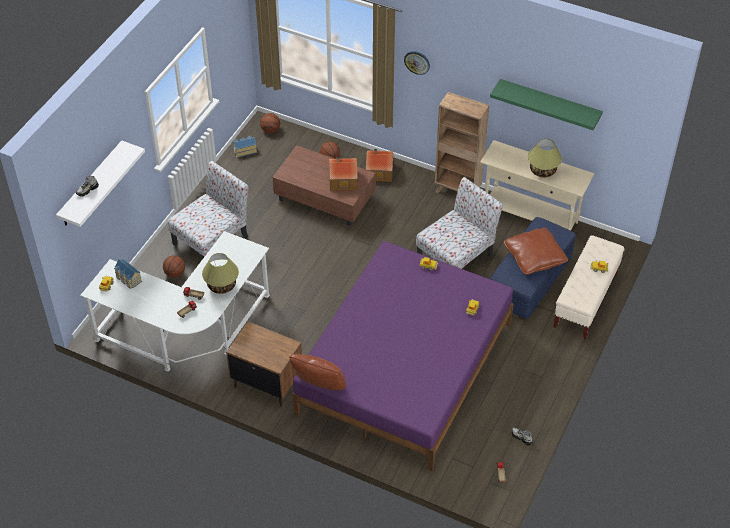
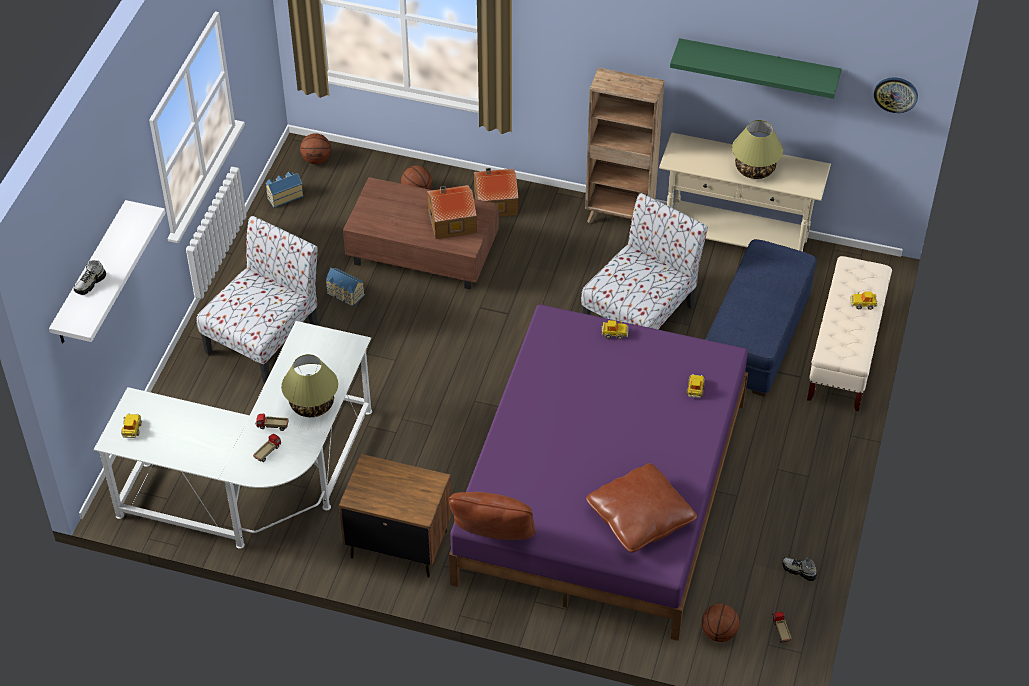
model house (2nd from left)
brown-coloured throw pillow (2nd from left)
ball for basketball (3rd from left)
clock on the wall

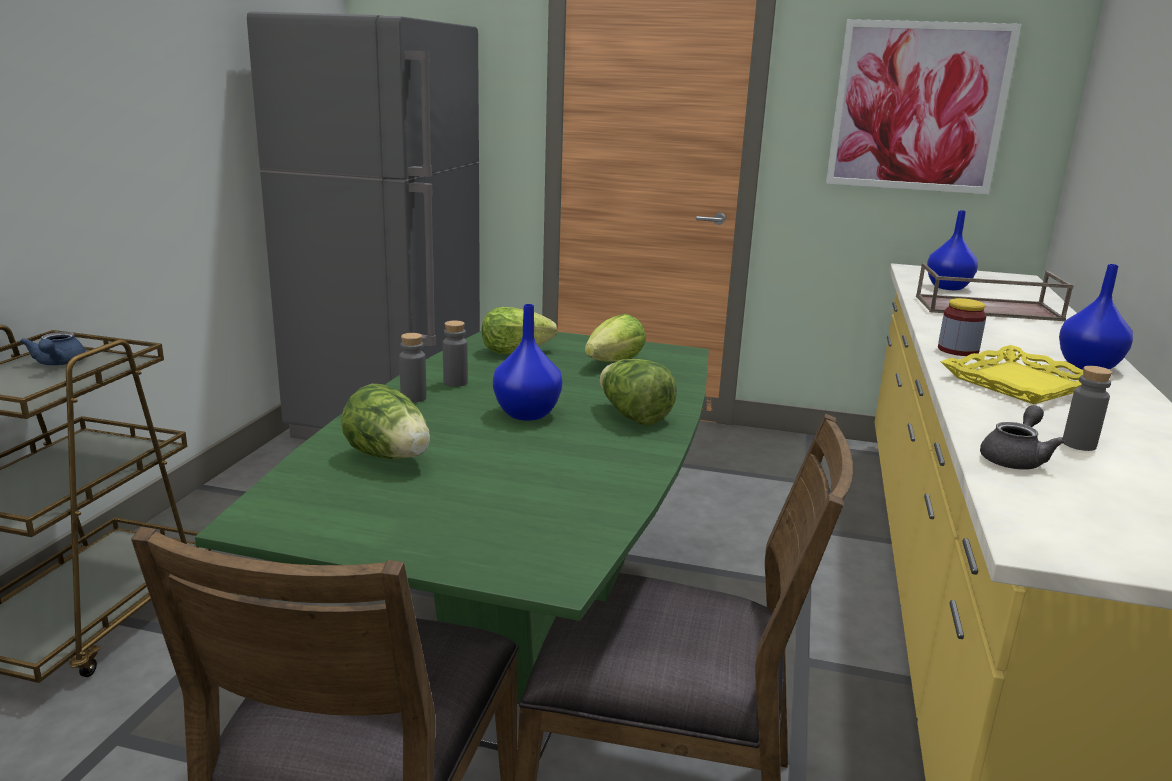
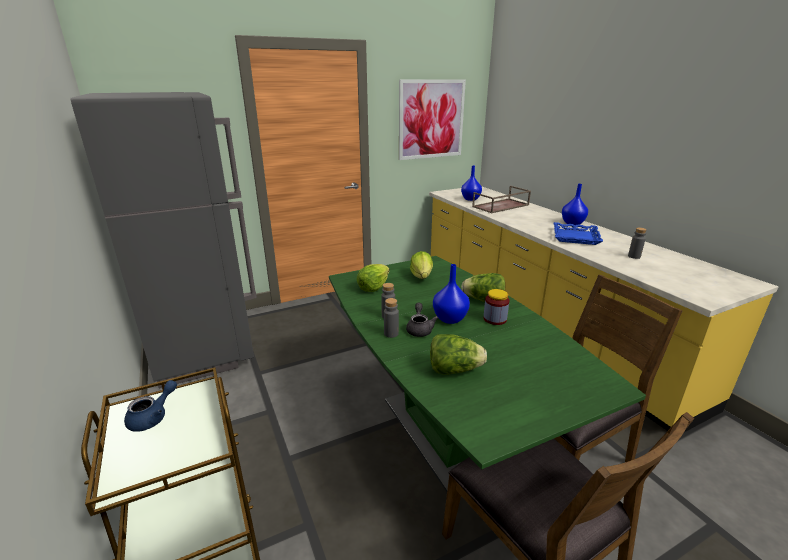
bluish pot for tea
greyish pot for tea
preserve jar
bluish serving tray

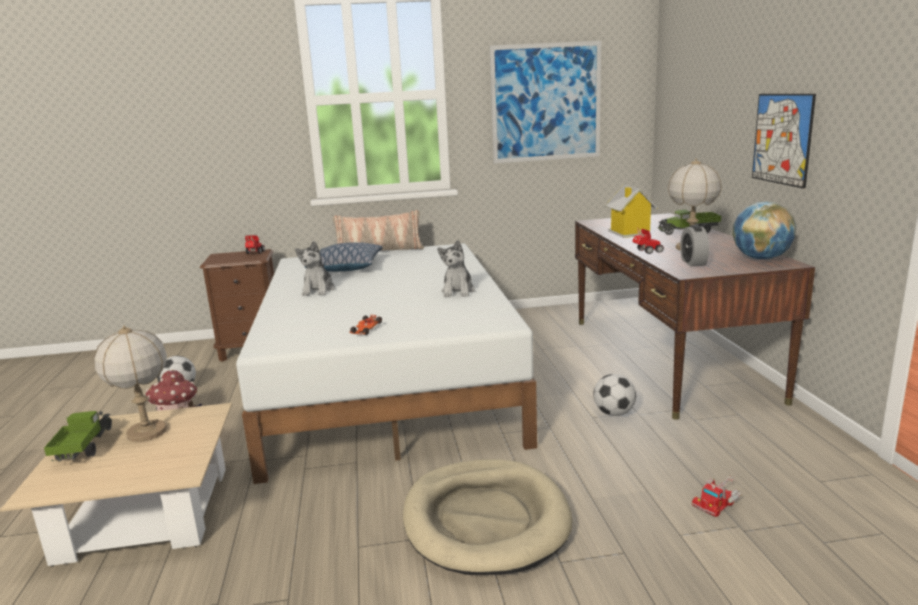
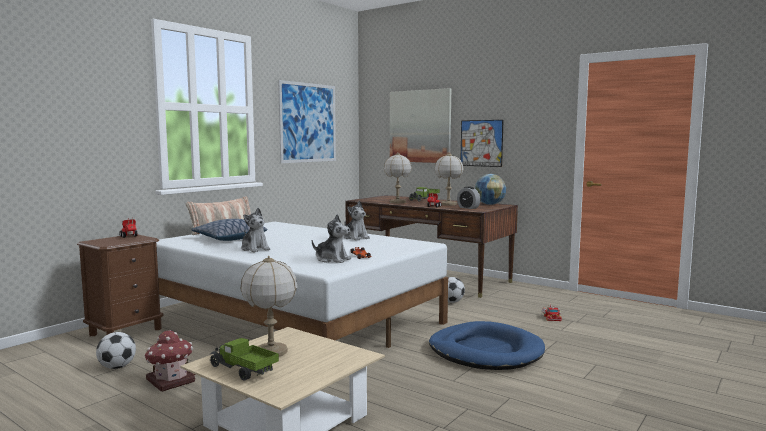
soft toy (2nd from left)
lamp for a table (2nd from left)
wall picture (2nd from left)
bluish dog bed

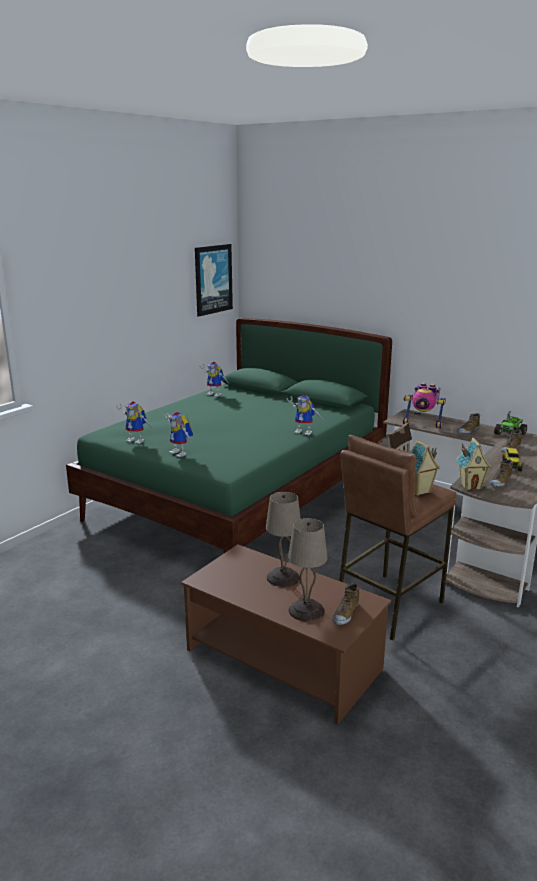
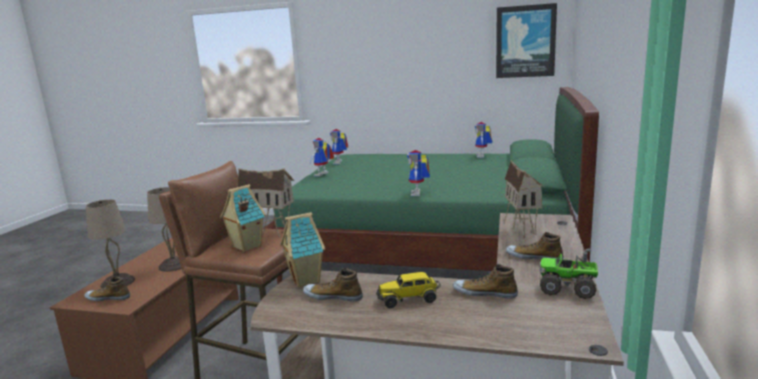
model house (4th from left)

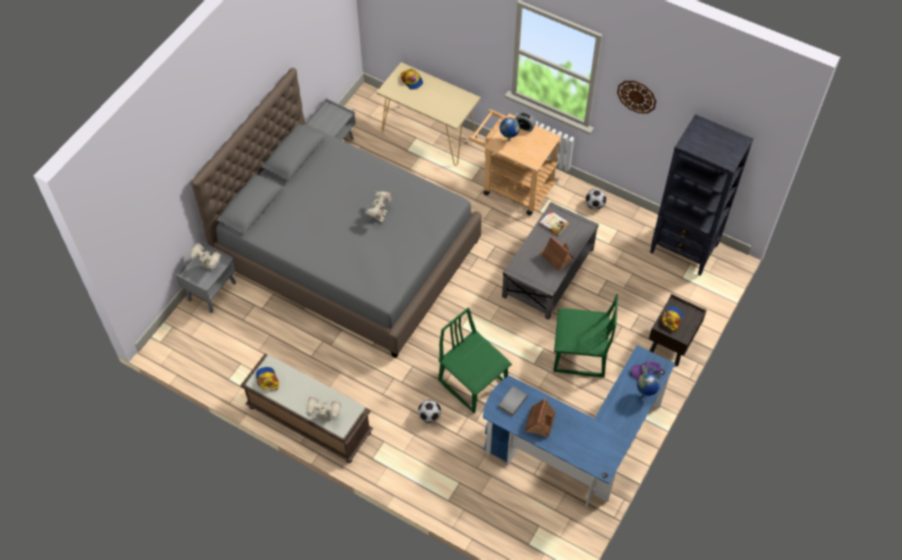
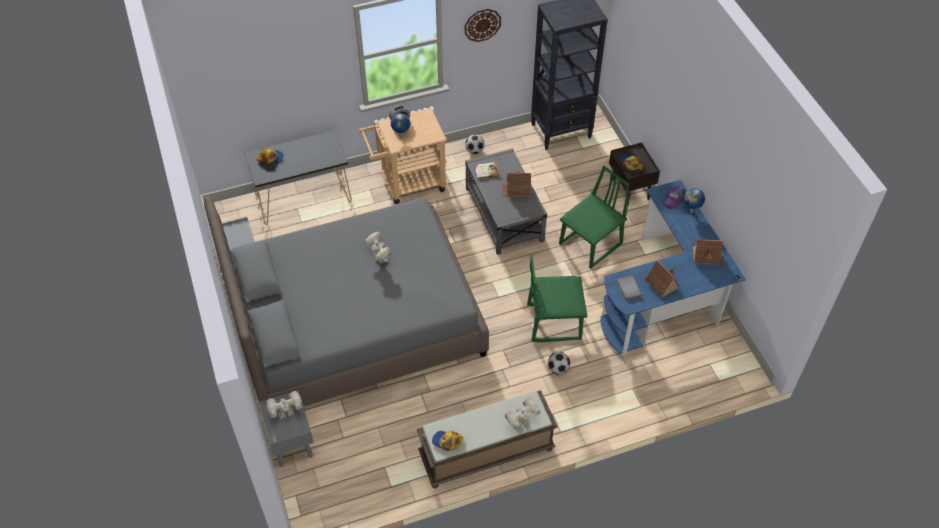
black-coloured hall table
model house (3rd from left)

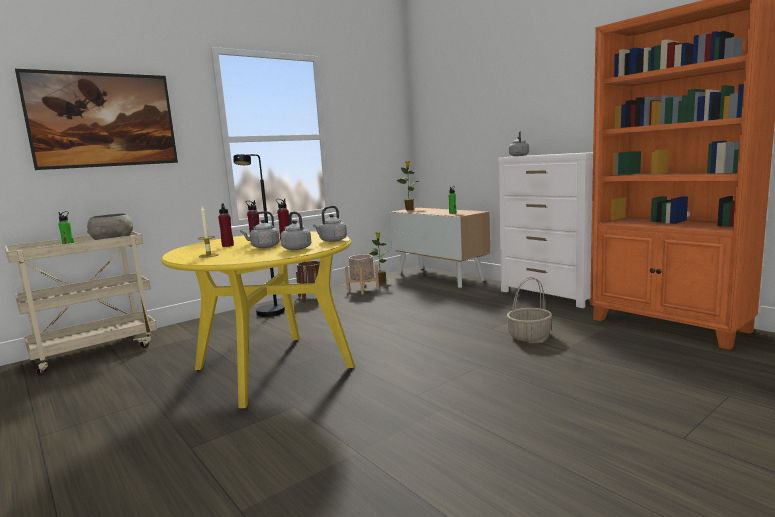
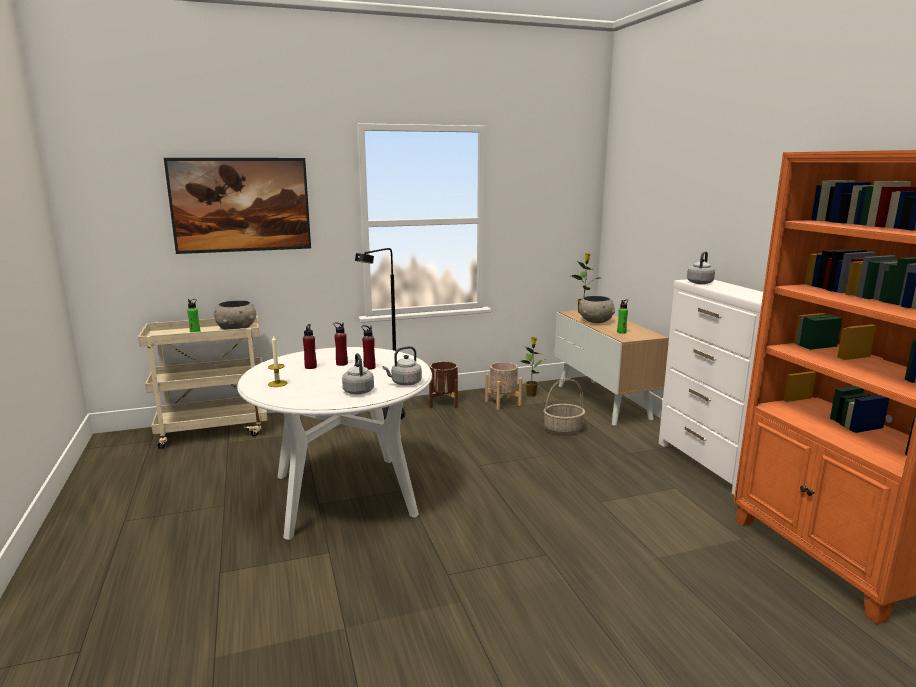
whitish kitchen table
storage basket
greyish serving bowl (2nd from left)
greyish kettle (1st from left in the first image)

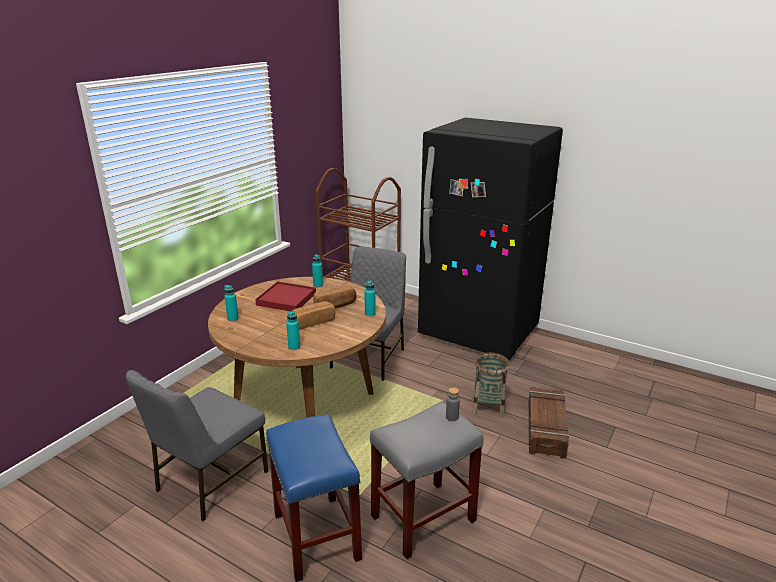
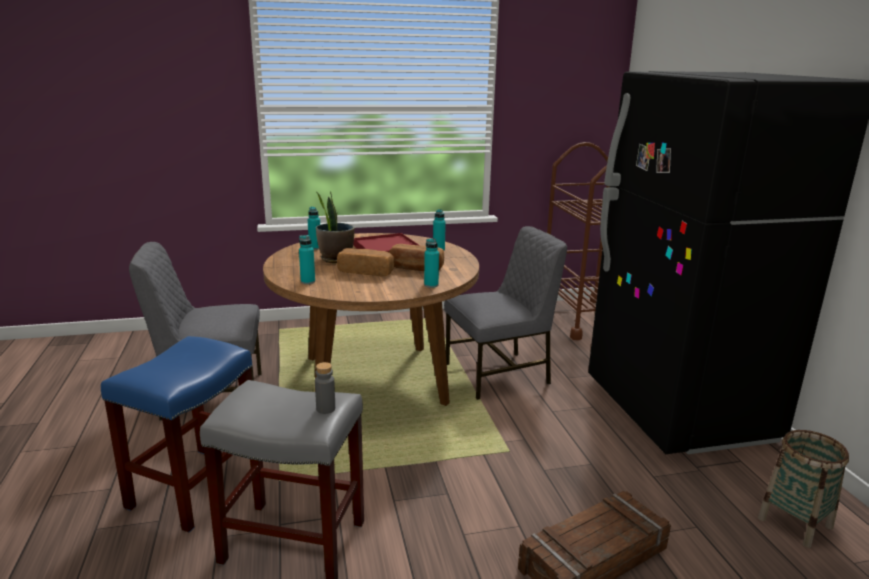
houseplant
storage basket

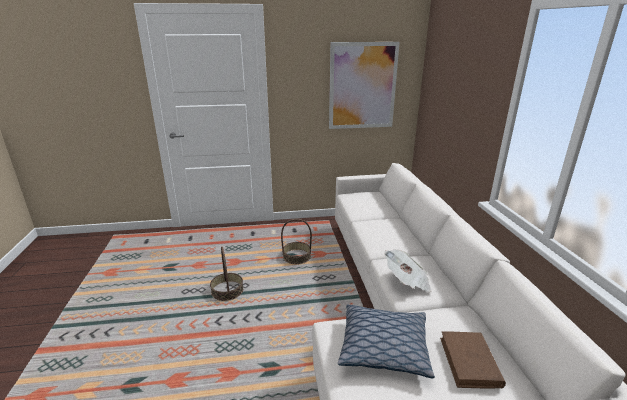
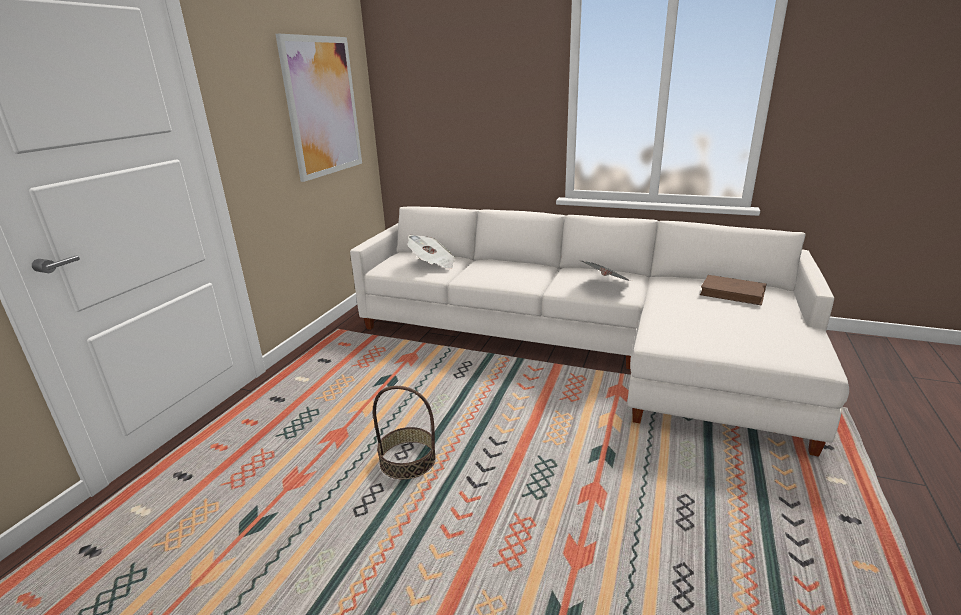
newspaper (1st from left)
storage basket (2nd from left in the first image)
throw pillow

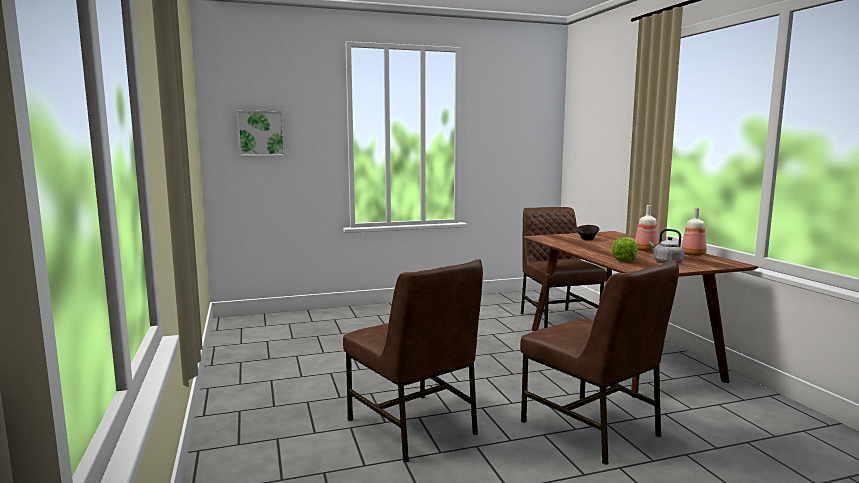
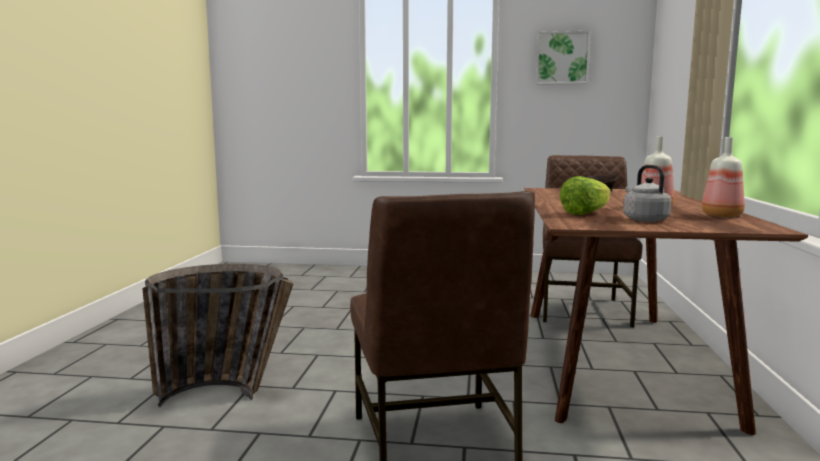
storage basket
wall picture

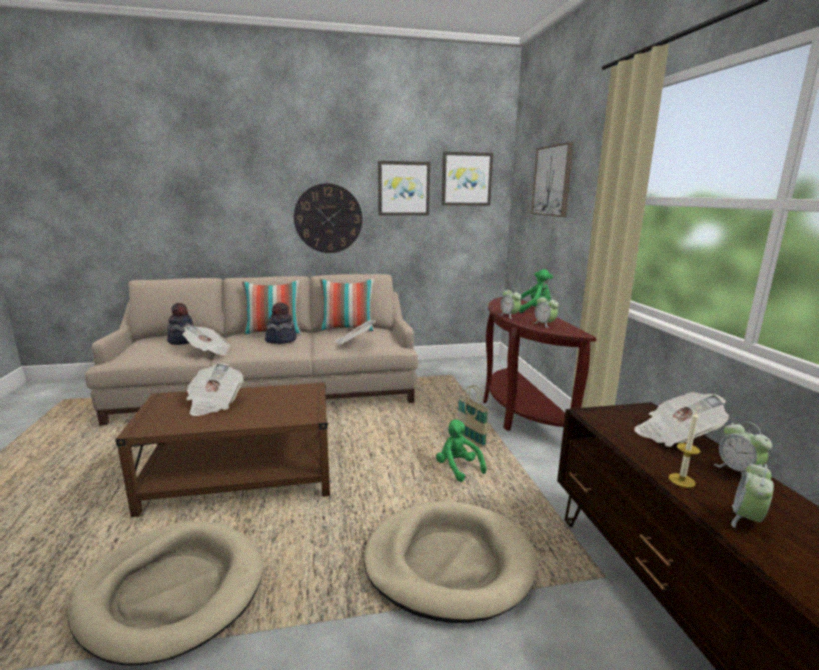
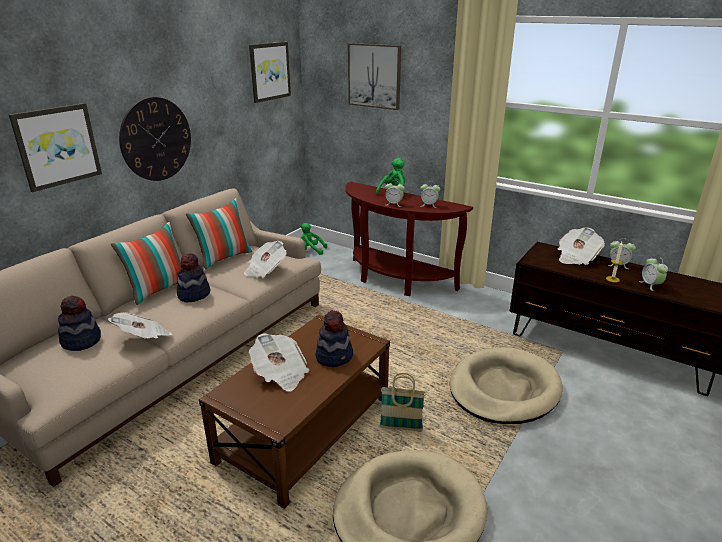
wall picture (1st from left)
green soft toy (1st from left)
wearable hat (3rd from left)
storage basket

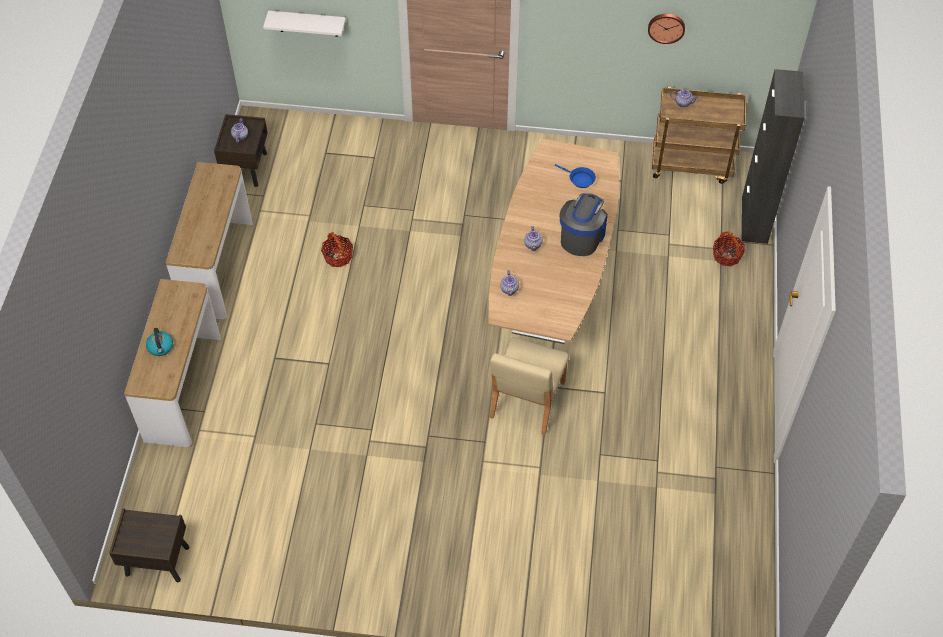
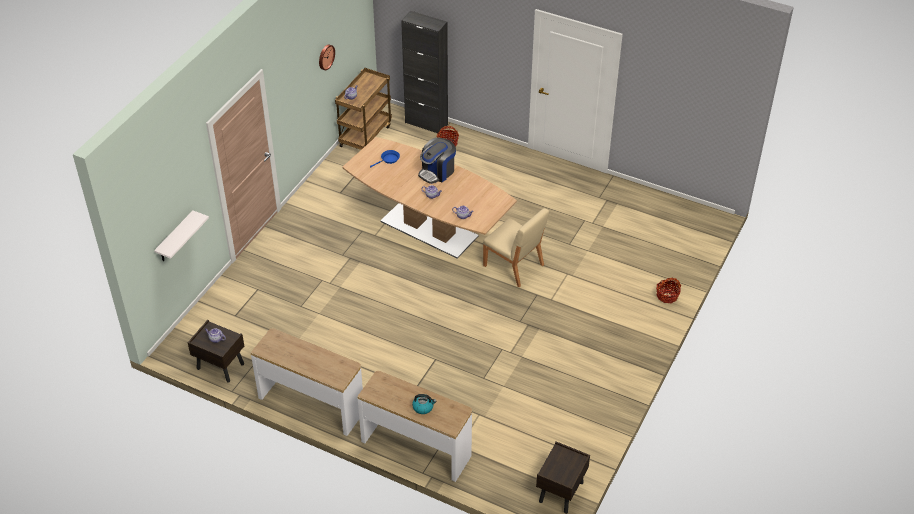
coffee brewer
storage basket (2nd from left)

